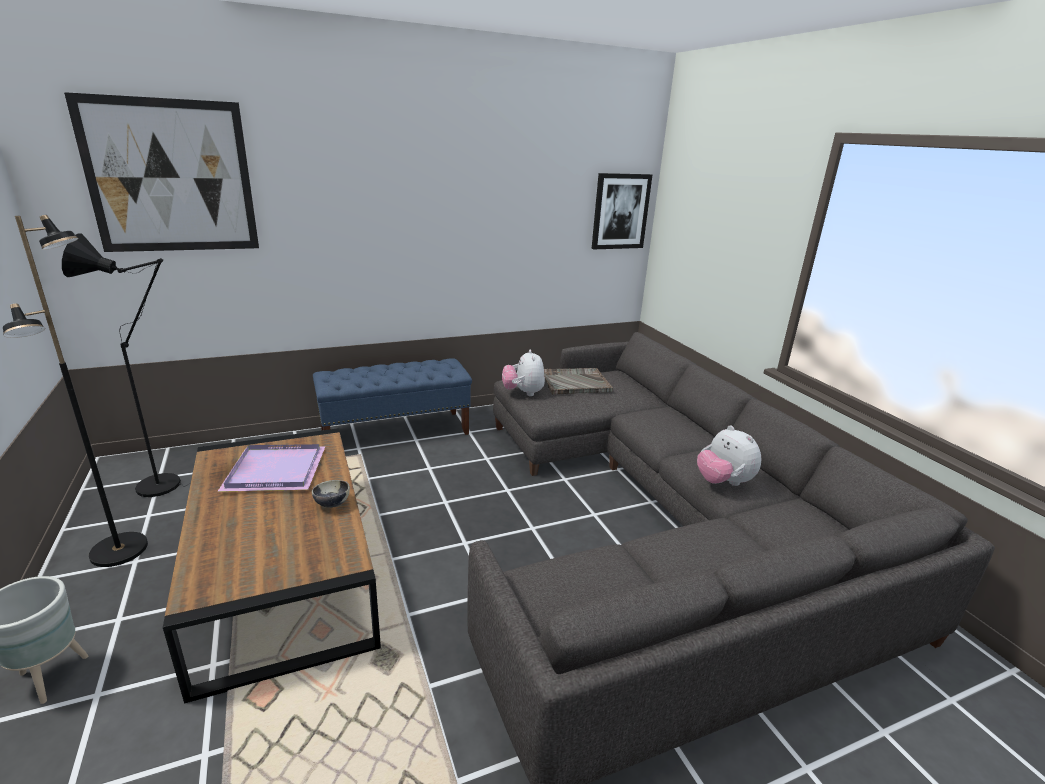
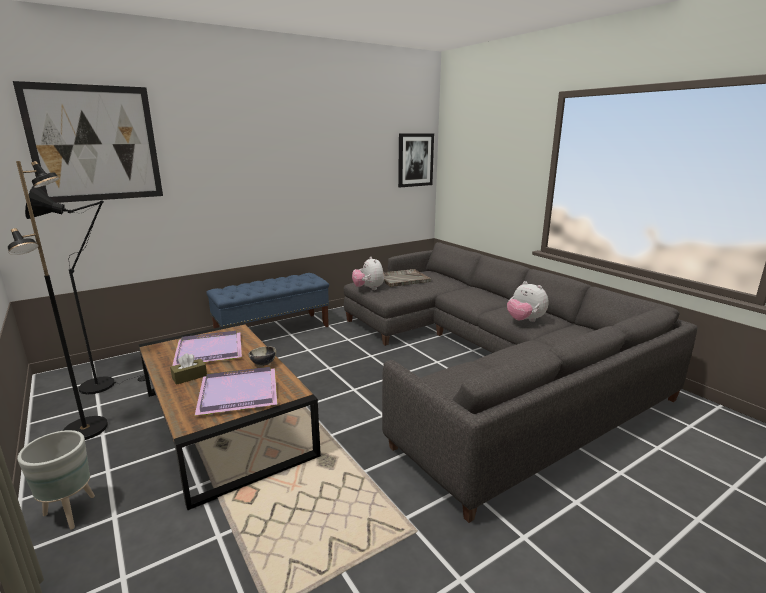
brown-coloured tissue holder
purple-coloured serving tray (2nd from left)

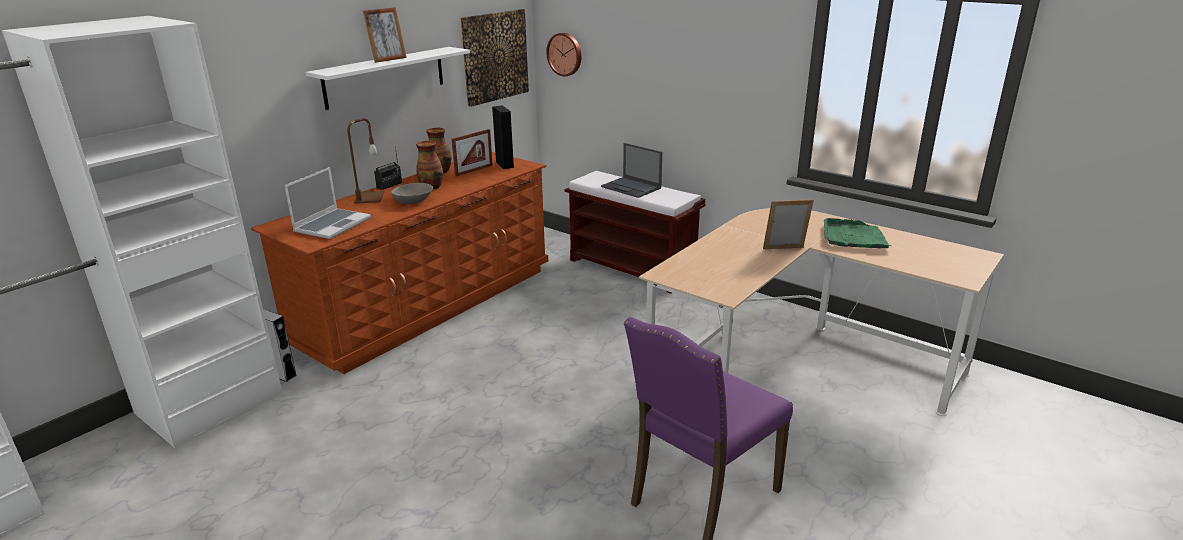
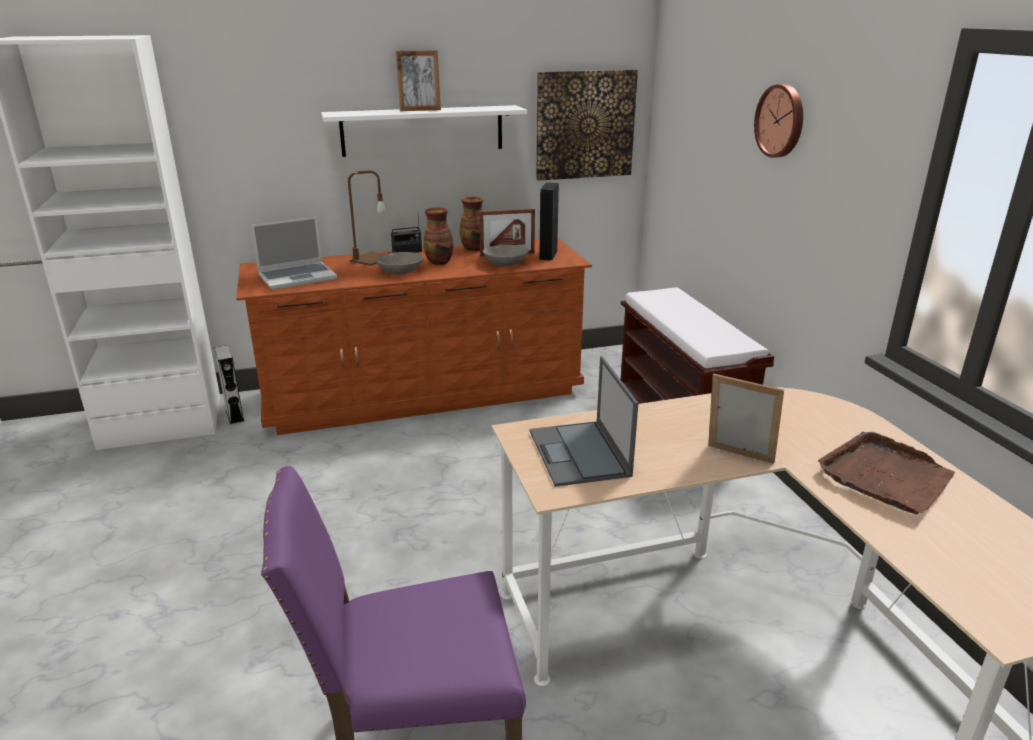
greyish serving bowl (2nd from left)
portable computer (2nd from left)
clock on the wall
brown-coloured serving tray

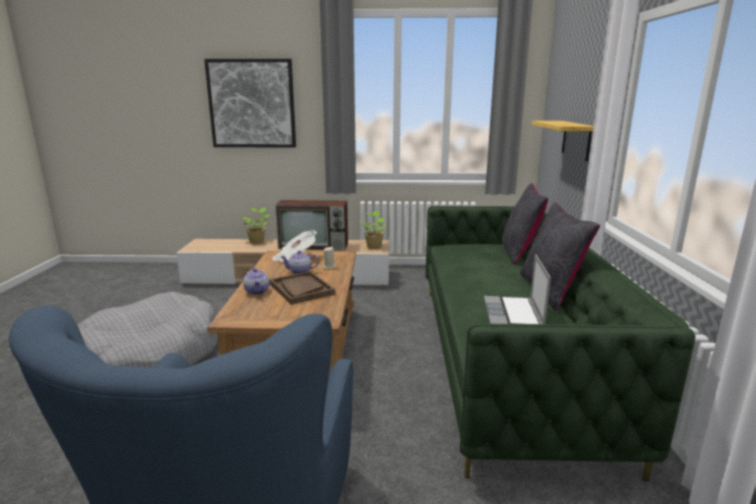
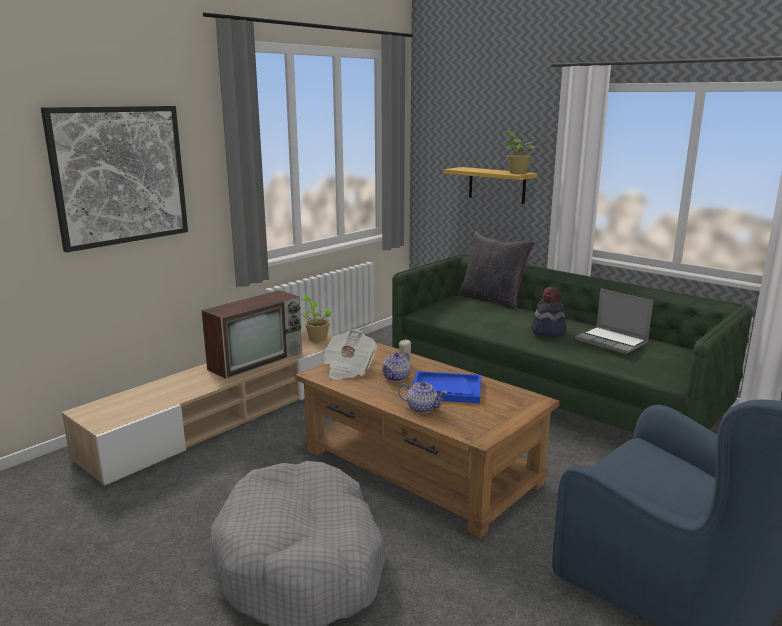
bluish serving tray
houseplant (2nd from left)
wearable hat
black-coloured throw pillow (2nd from left in the first image)

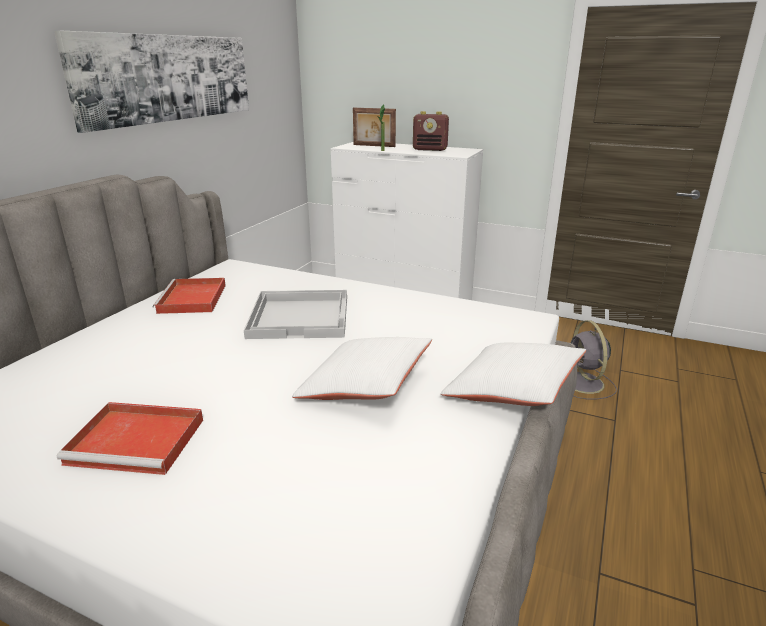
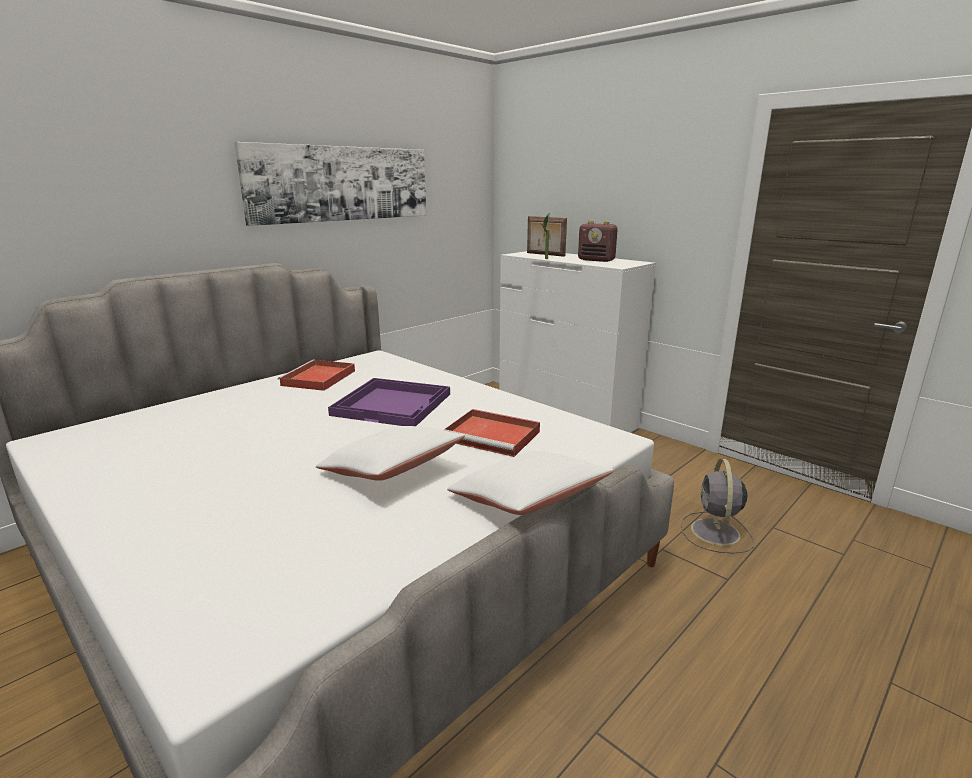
purple-coloured serving tray
red-coloured serving tray (2nd from left)

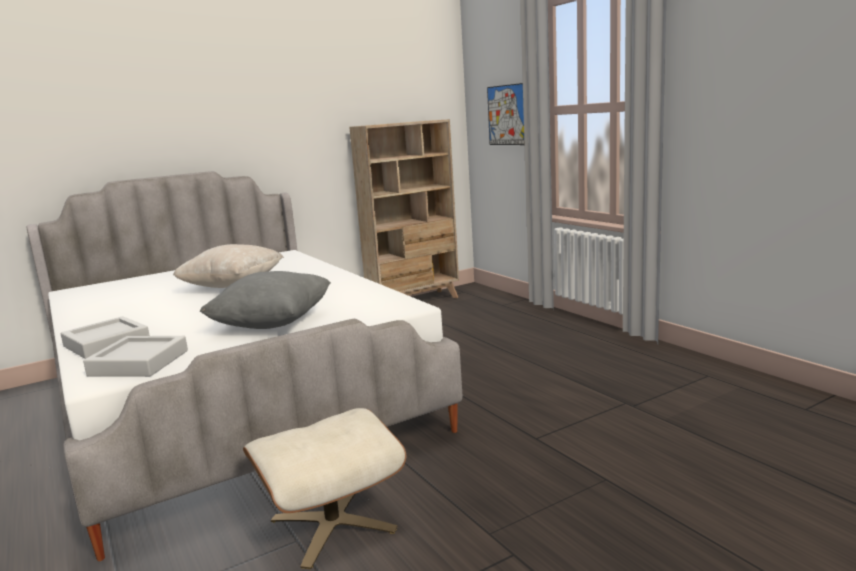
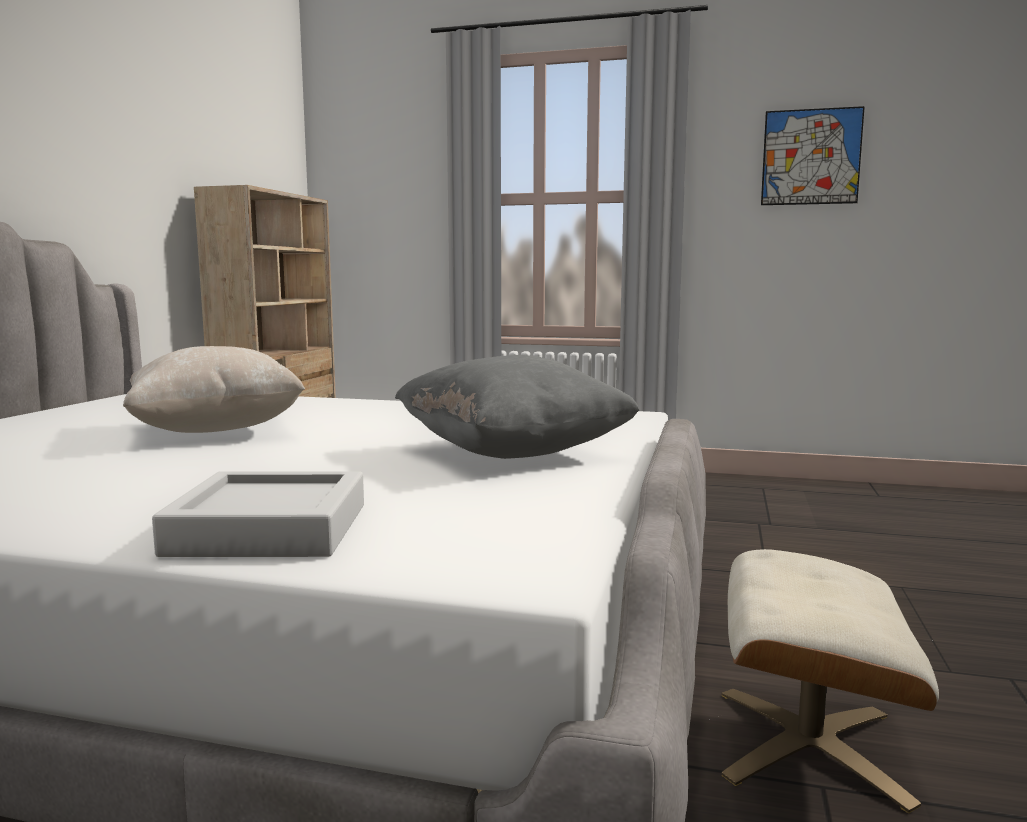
wall picture
greyish serving tray (2nd from left in the first image)

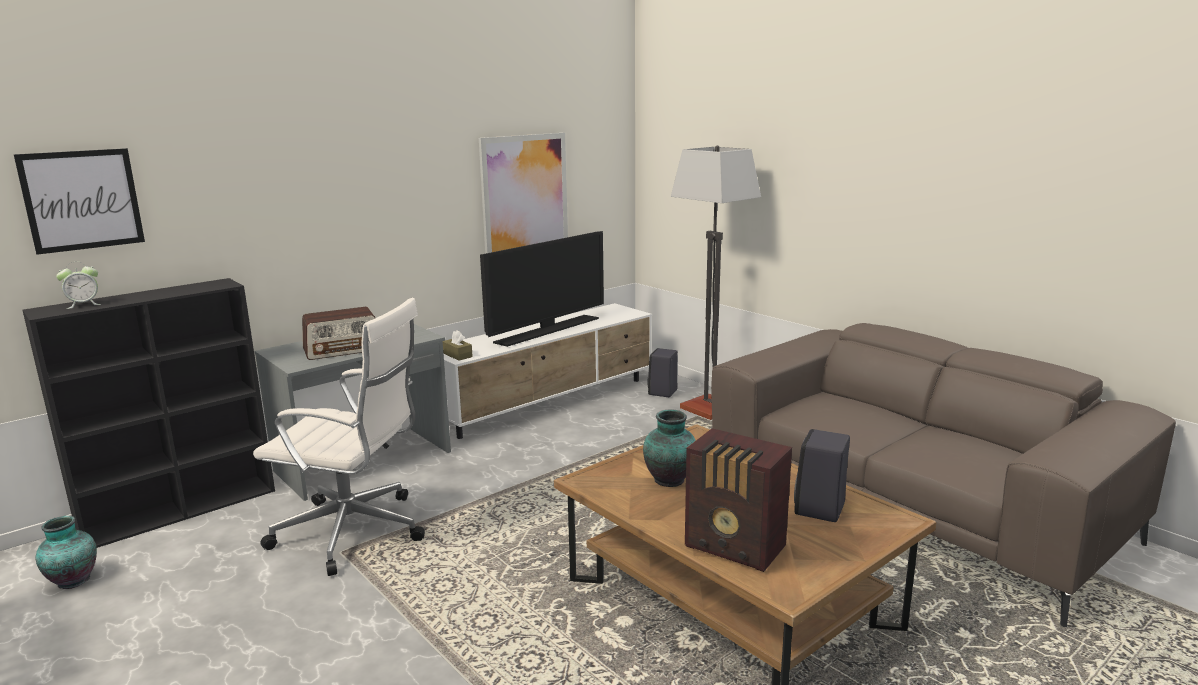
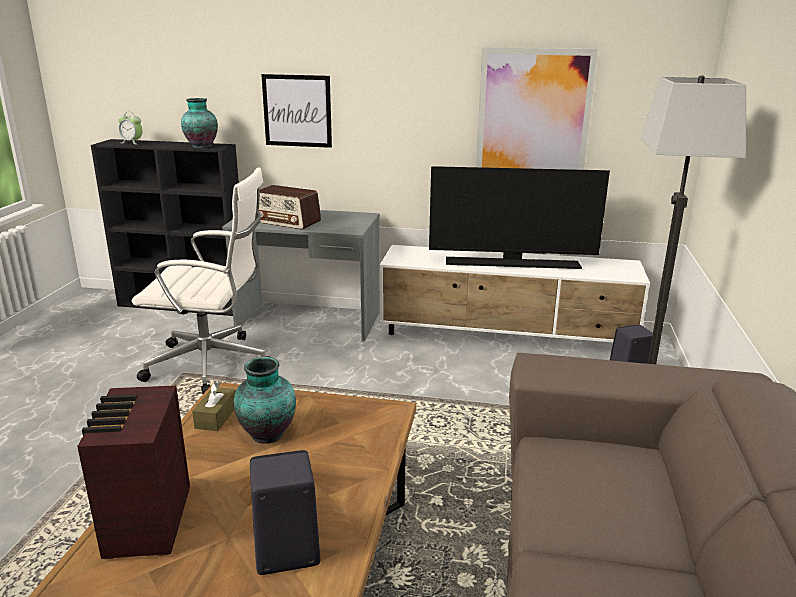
whitish desk chair
vase (1st from left)
brown-coloured tissue holder
wall picture (1st from left)

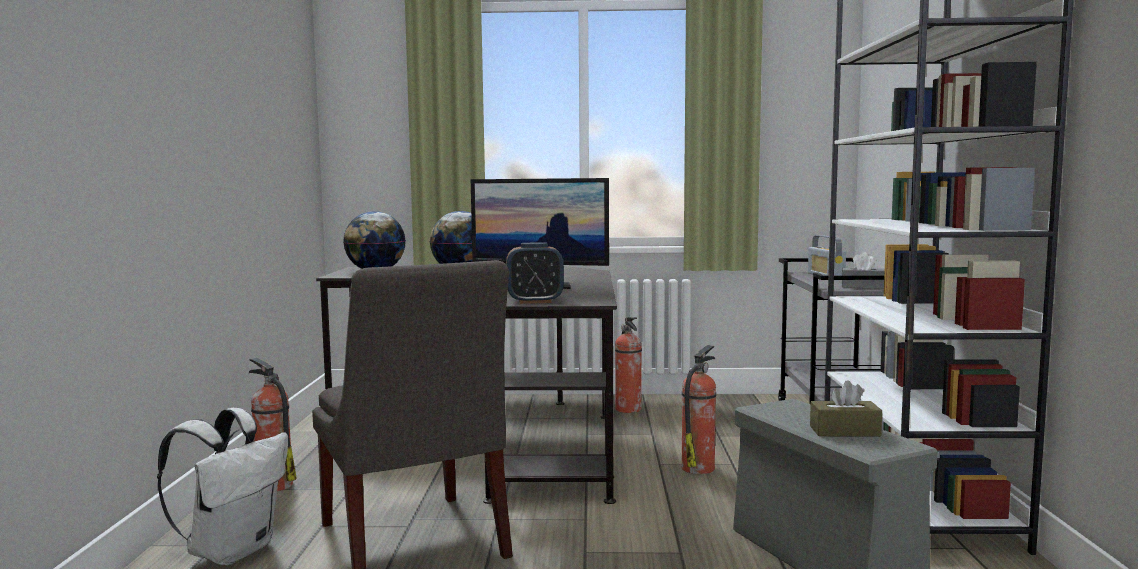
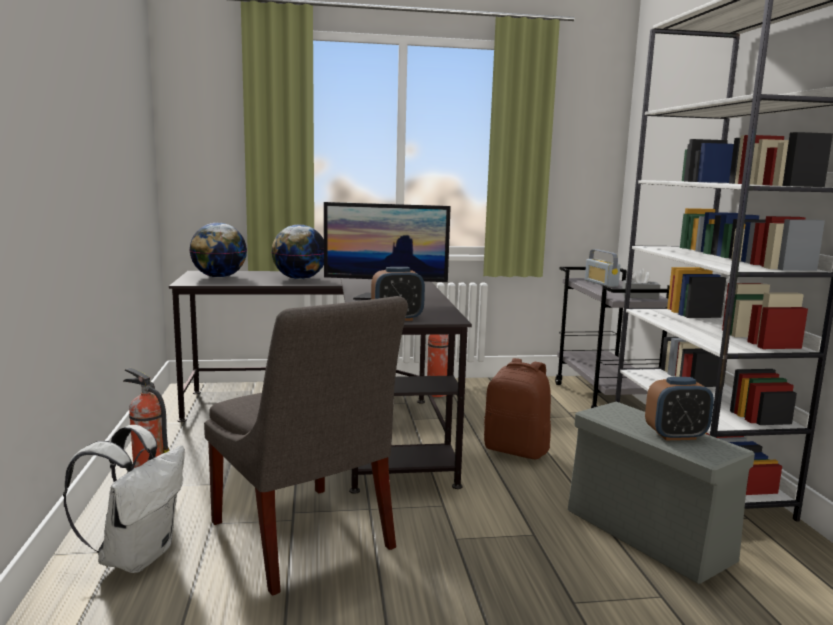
brown-coloured knapsack
alarm clock (2nd from left)

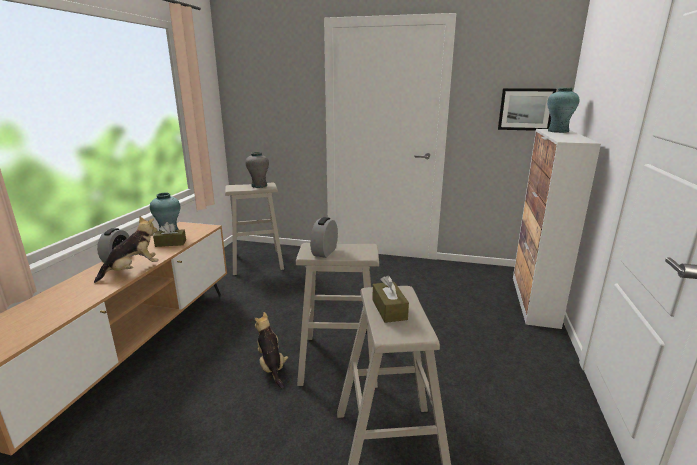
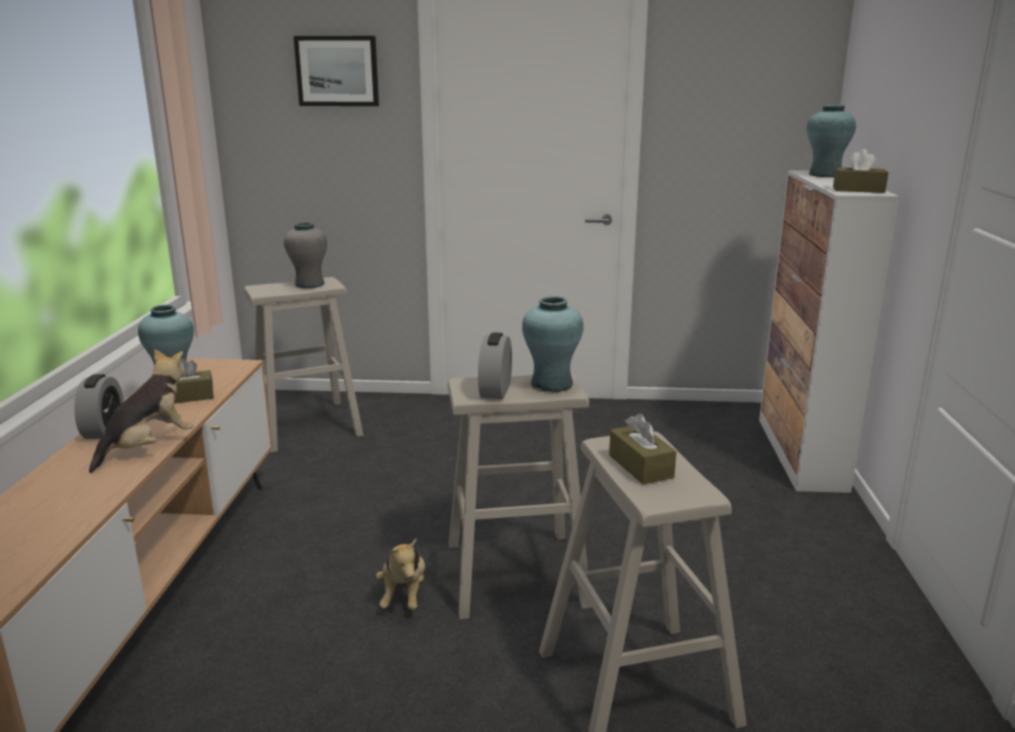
wall picture
soft toy (2nd from left)
turquoise-coloured vase (2nd from left)
brown-coloured tissue holder (3rd from left)

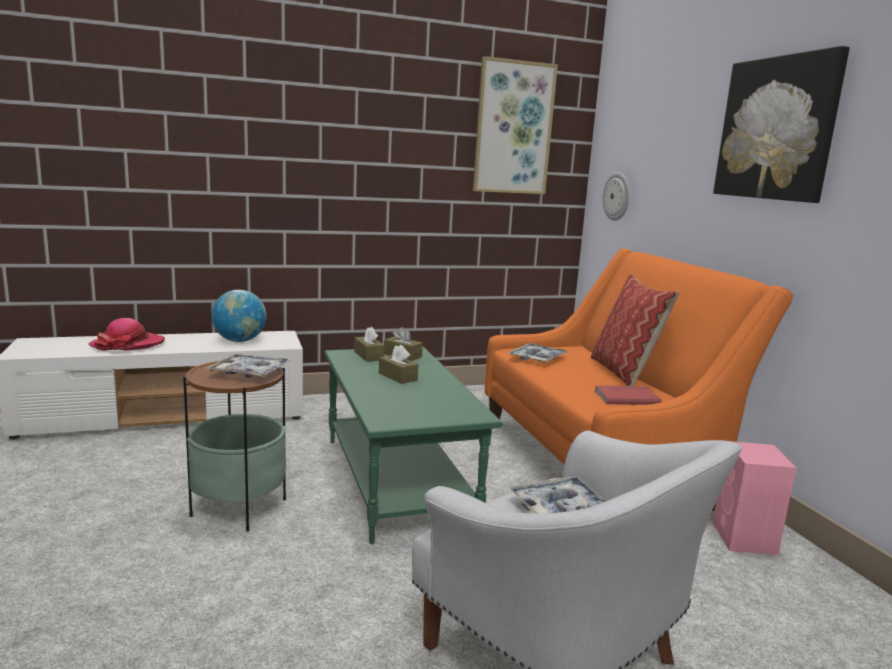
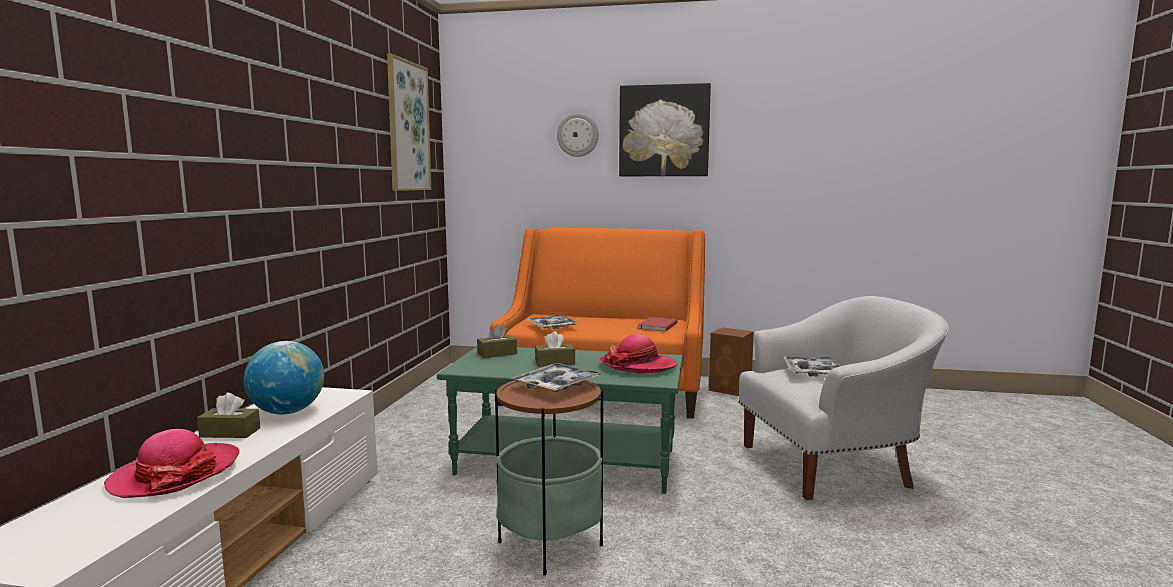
brown-coloured tissue holder (1st from left)
clock on the wall
wearable hat (2nd from left)
brown-coloured audio speaker
throw pillow

